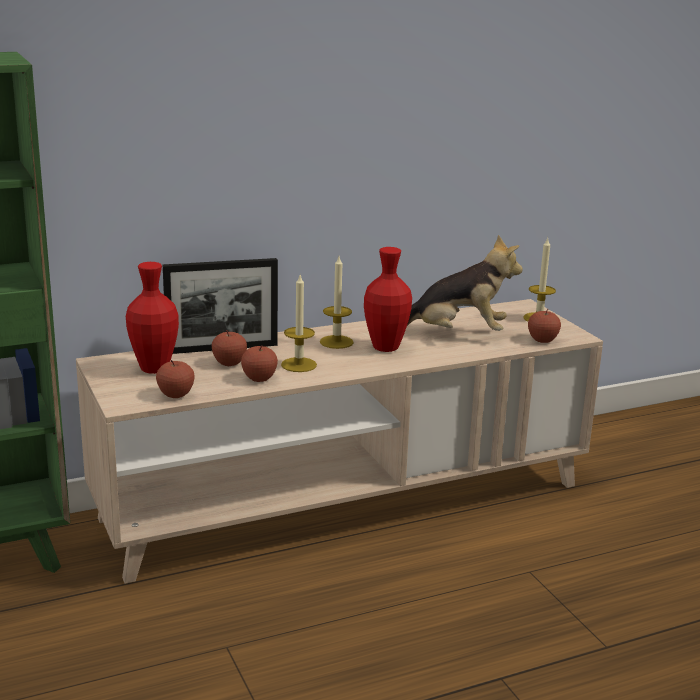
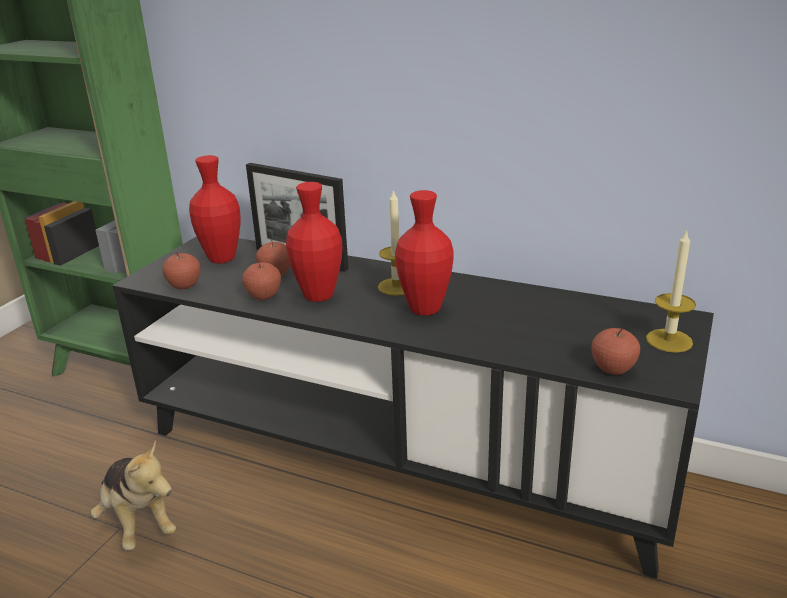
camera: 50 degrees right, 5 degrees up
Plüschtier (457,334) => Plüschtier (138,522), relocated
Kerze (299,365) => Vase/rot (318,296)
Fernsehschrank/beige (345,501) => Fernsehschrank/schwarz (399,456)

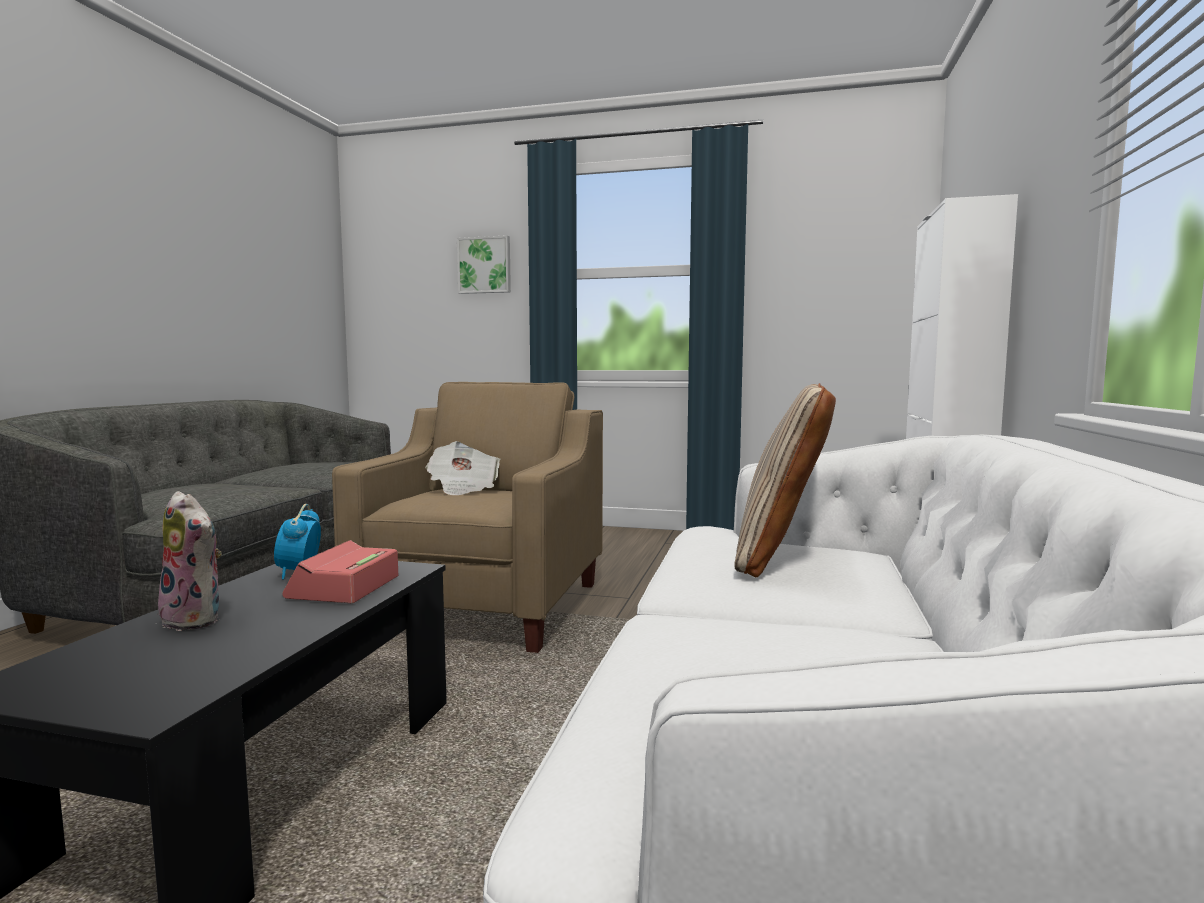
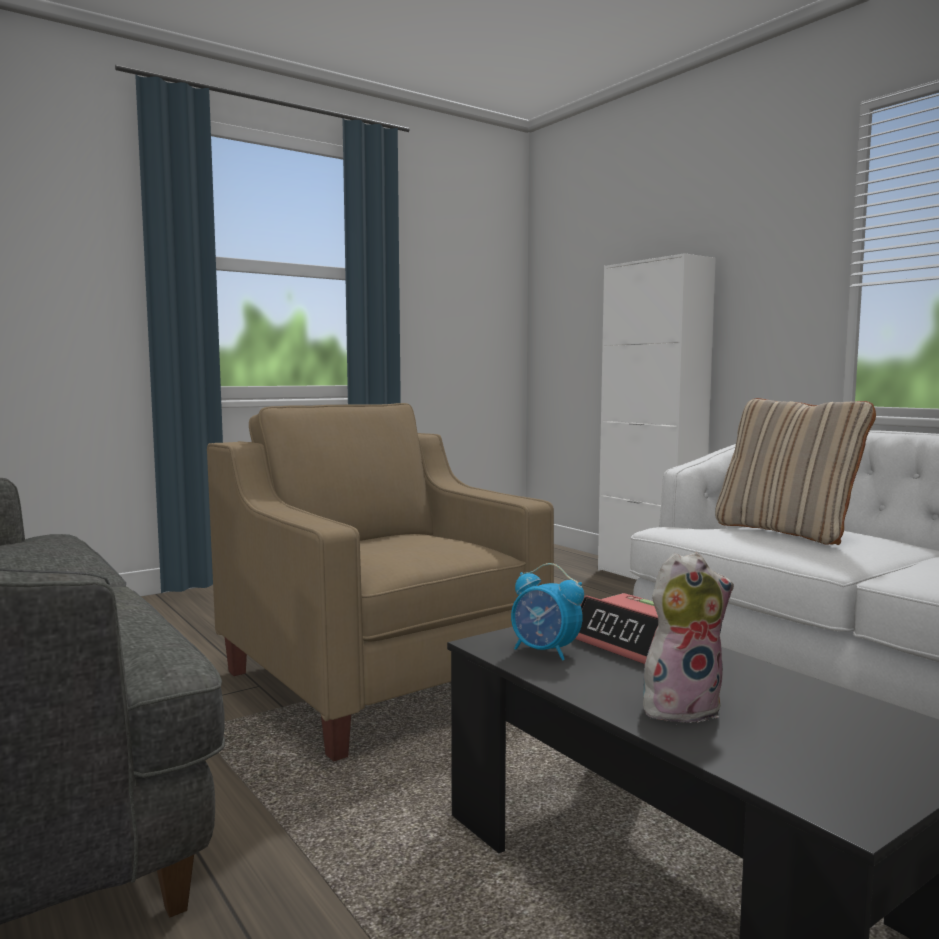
camera: 50 degrees left, 0 degrees up
Zeitung (463,488) => nothing
Bild (485,265) => nothing

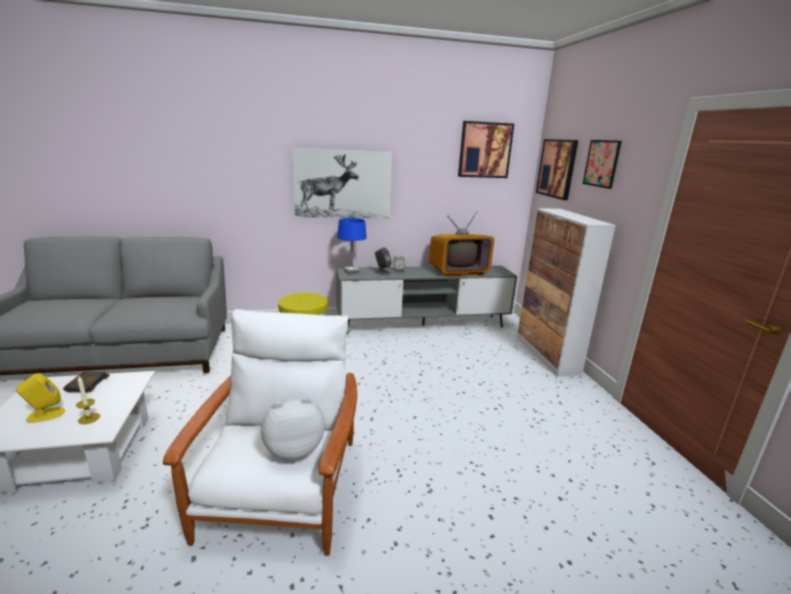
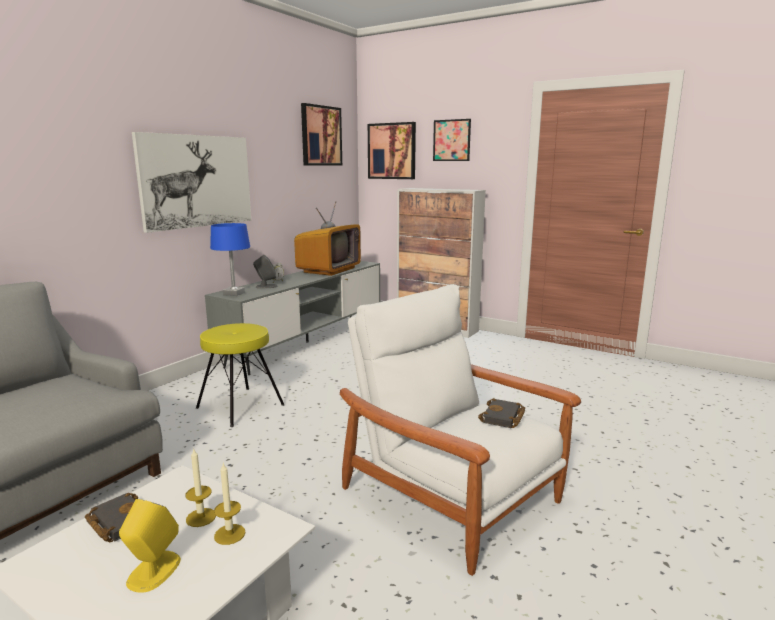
camera: 45 degrees left, 5 degrees down
nothing => Kerze (201,517)
Plüschtier (293,449) => Buch/schwarz (503,418)

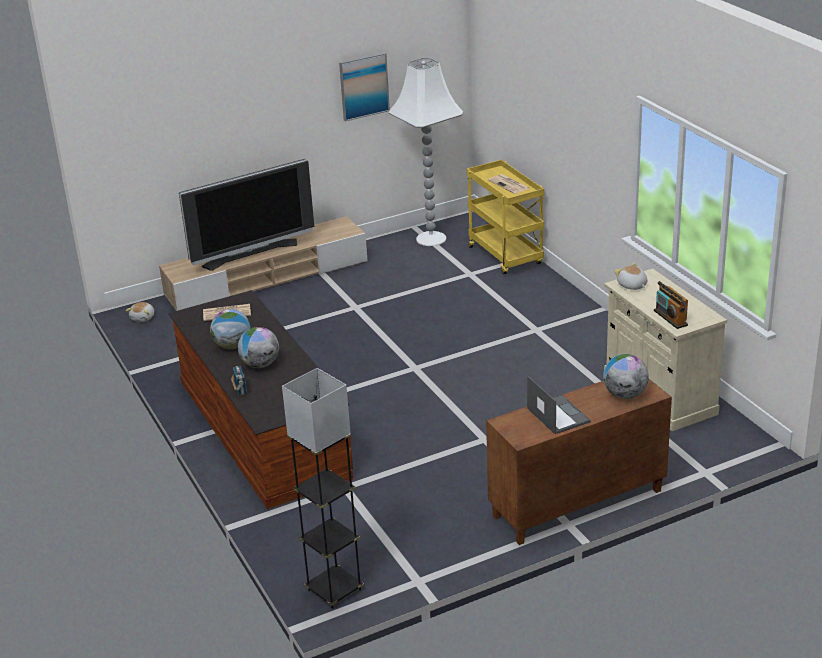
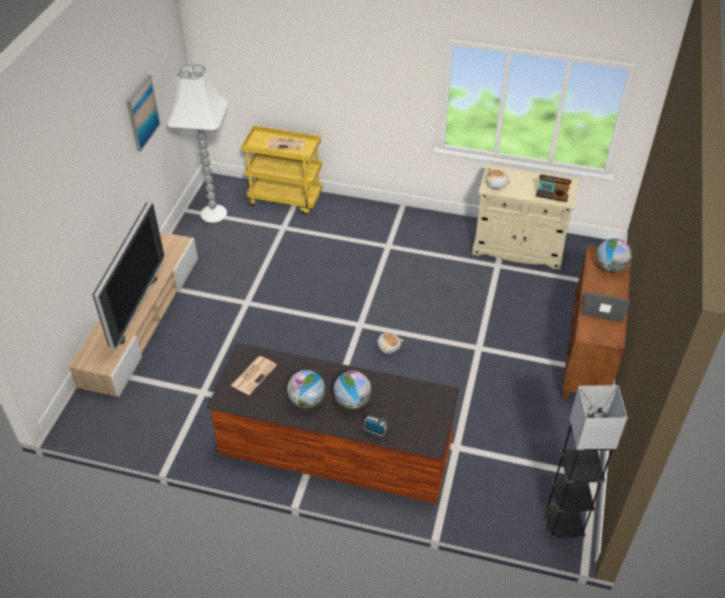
camera: 50 degrees left, 15 degrees up
Plüschtier (143,318) => Plüschtier (388,346), relocated

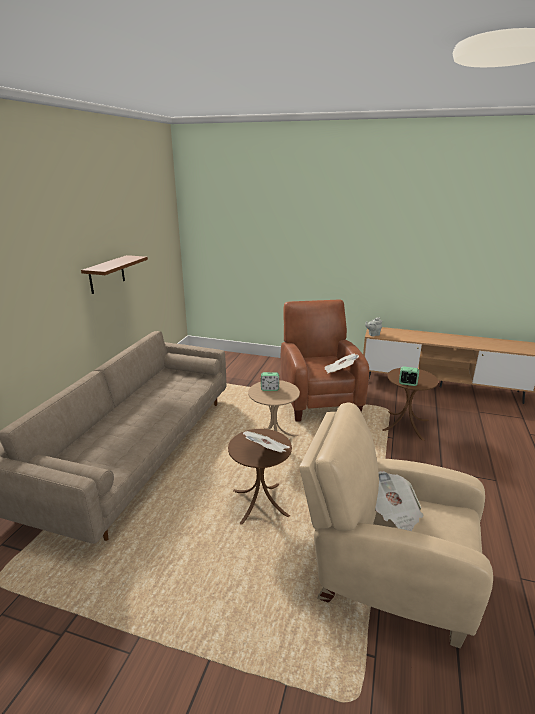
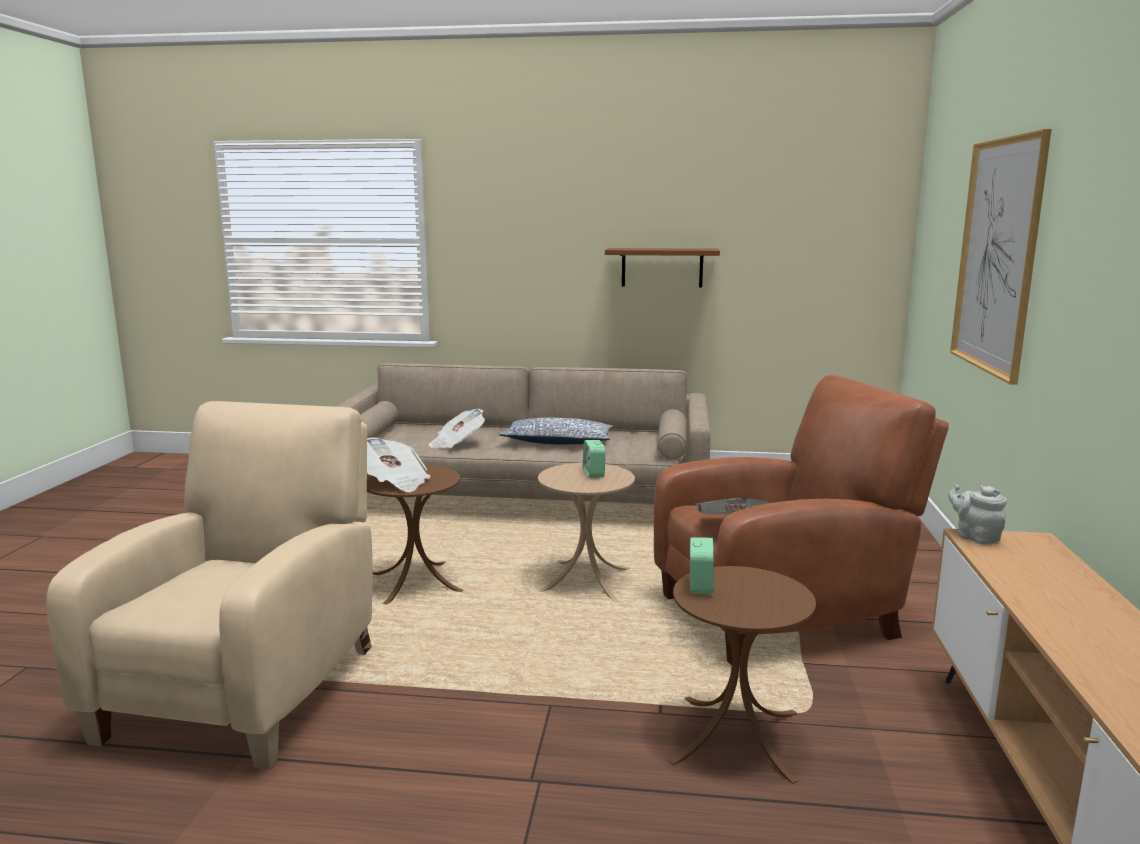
camera: 80 degrees right, 10 degrees down
nothing => Kissen (557,442)
nothing => Bild (997,256)
Zeitung (394,513) => Zeitung (457,443), relocated

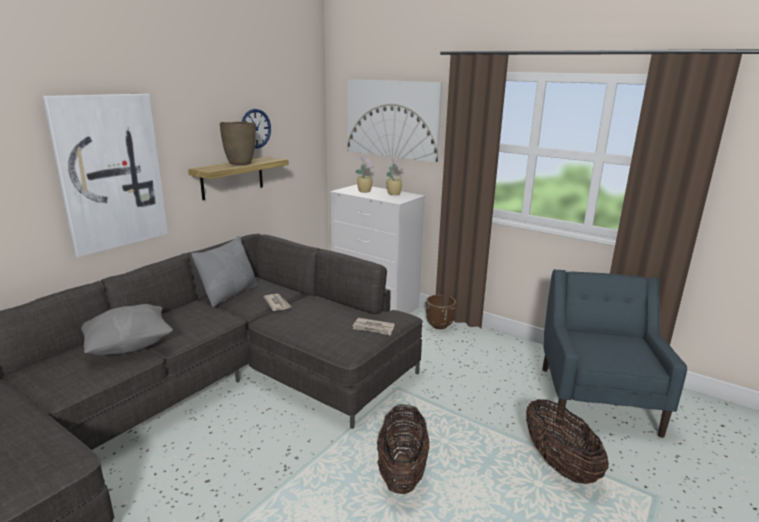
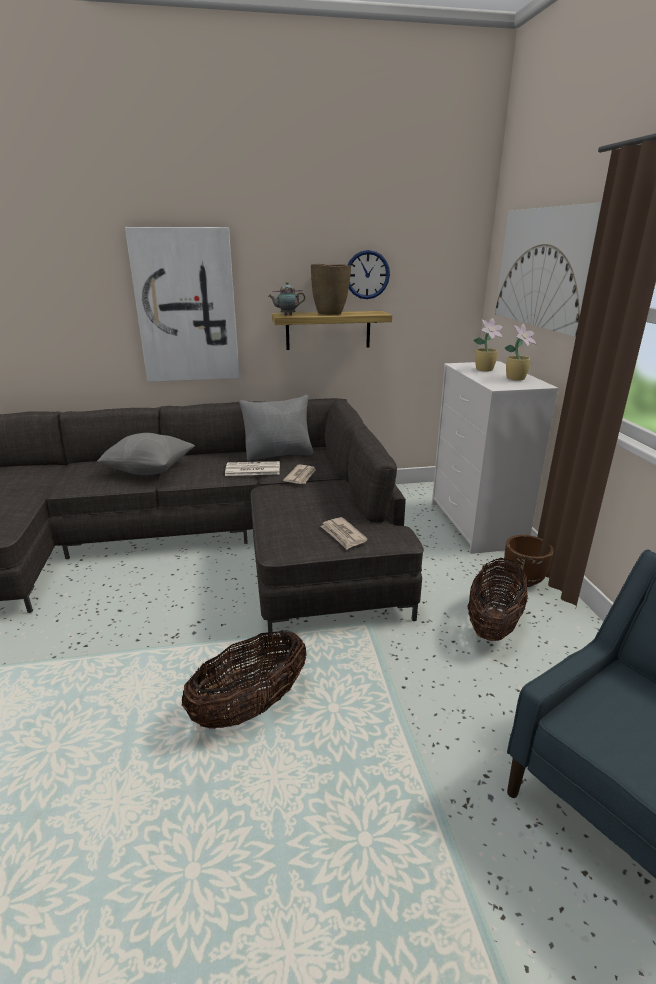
camera: 45 degrees right, 5 degrees up
nothing => Zeitung (252,469)
nothing => Teekanne (286,315)
Korb (559,464) => Korb (493,624), relocated

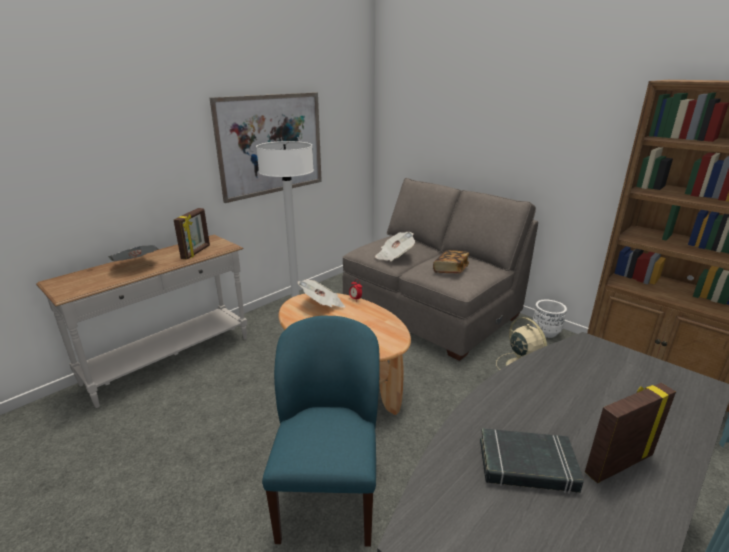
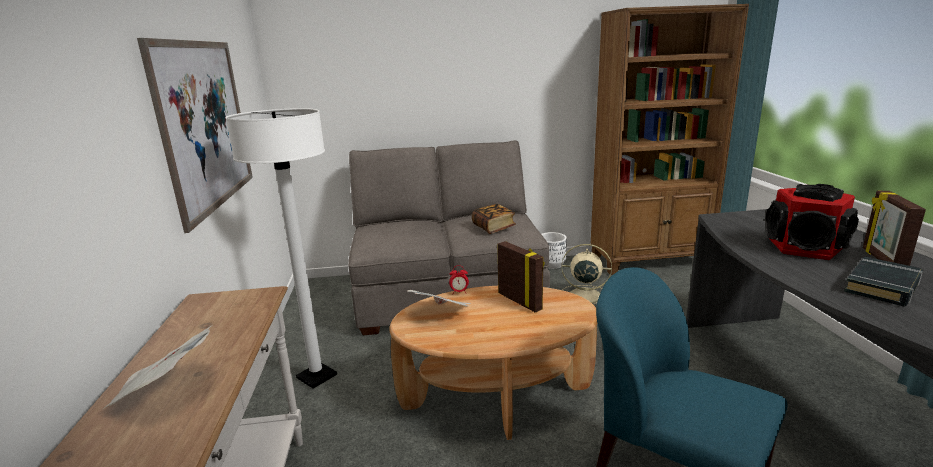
camera: 50 degrees left, 5 degrees down
Zeitung (394,256) => nothing
nothing => Lautsprecher (804,247)
Bilderrahmen (196,252) => Bilderrahmen (520,301), relocated

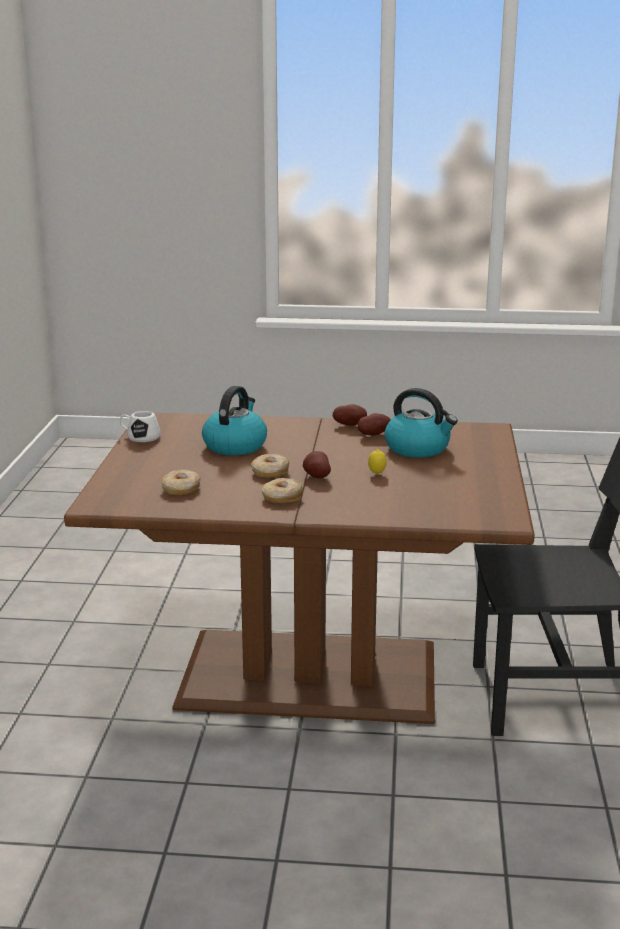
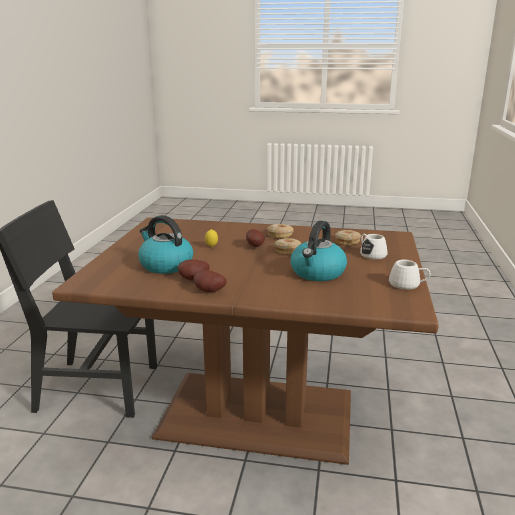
camera: 175 degrees left, 0 degrees up
nothing => Henkelbecher/weiß (371,254)

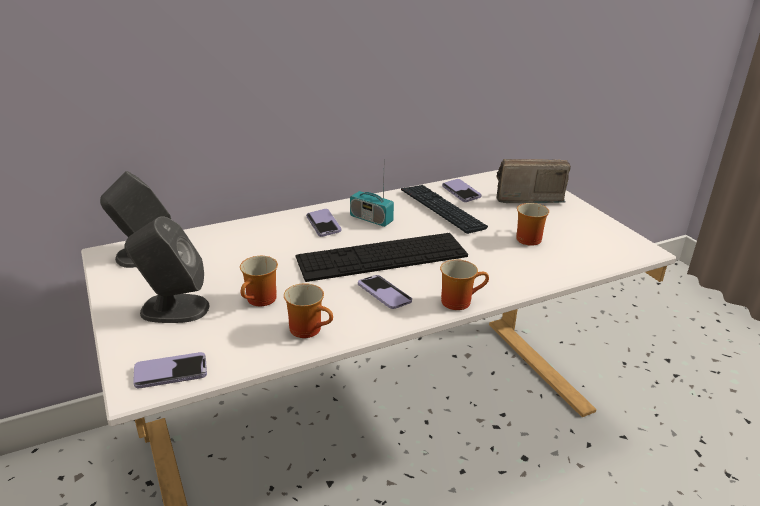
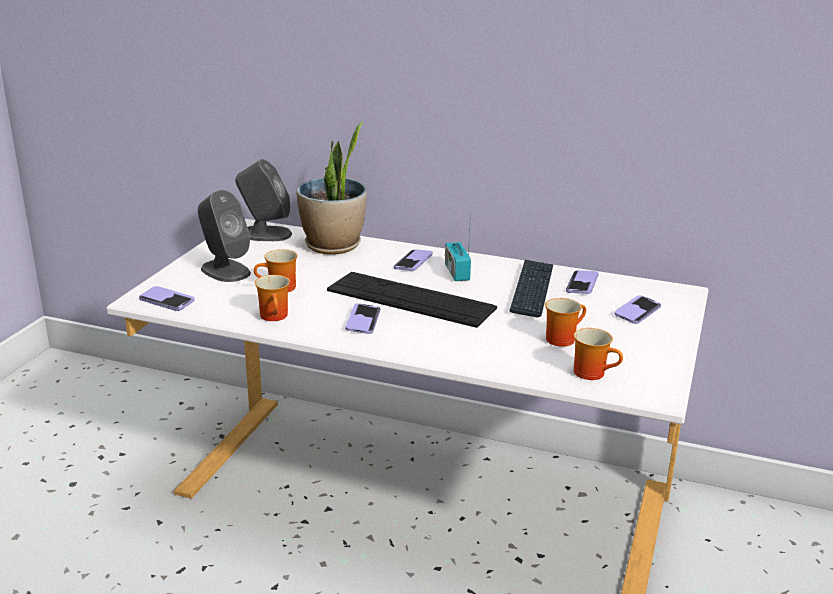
camera: 45 degrees right, 5 degrees down
nothing => Topfpflanze (333,246)
Henkelbecher (459,300) => Henkelbecher (593,372), relocated
Radio (525,197) => Handy (637,311)

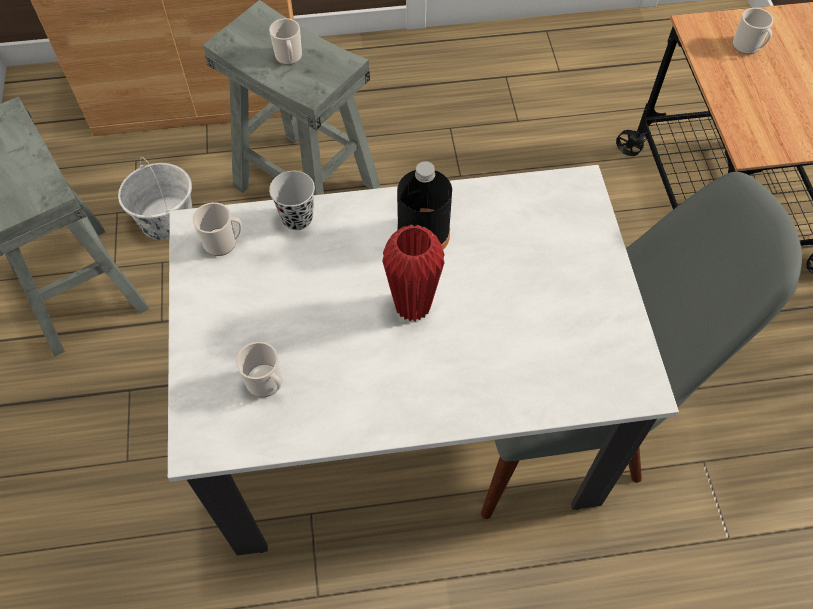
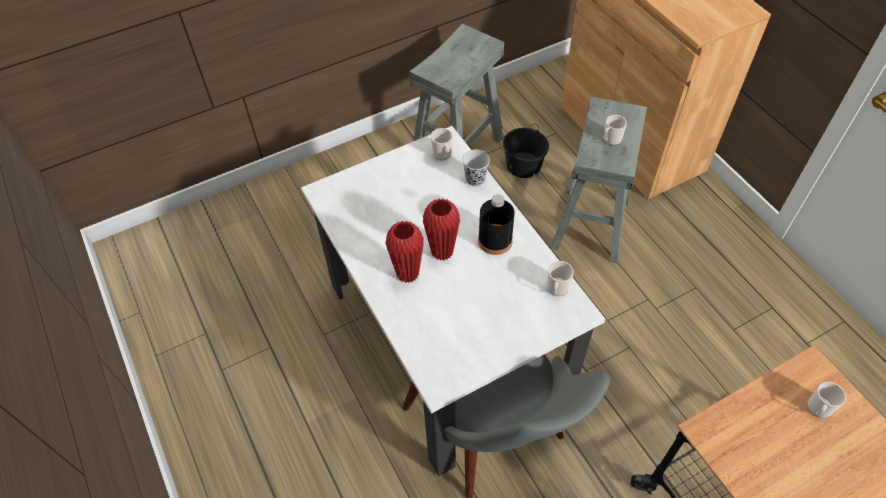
camera: 70 degrees right, 5 degrees down
nothing => Vase/rot (407,274)
Henkelbecher (267,384) => Henkelbecher (556,289), relocated
Eimer/weiß (166,219) => Eimer/schwarz (523,165)

